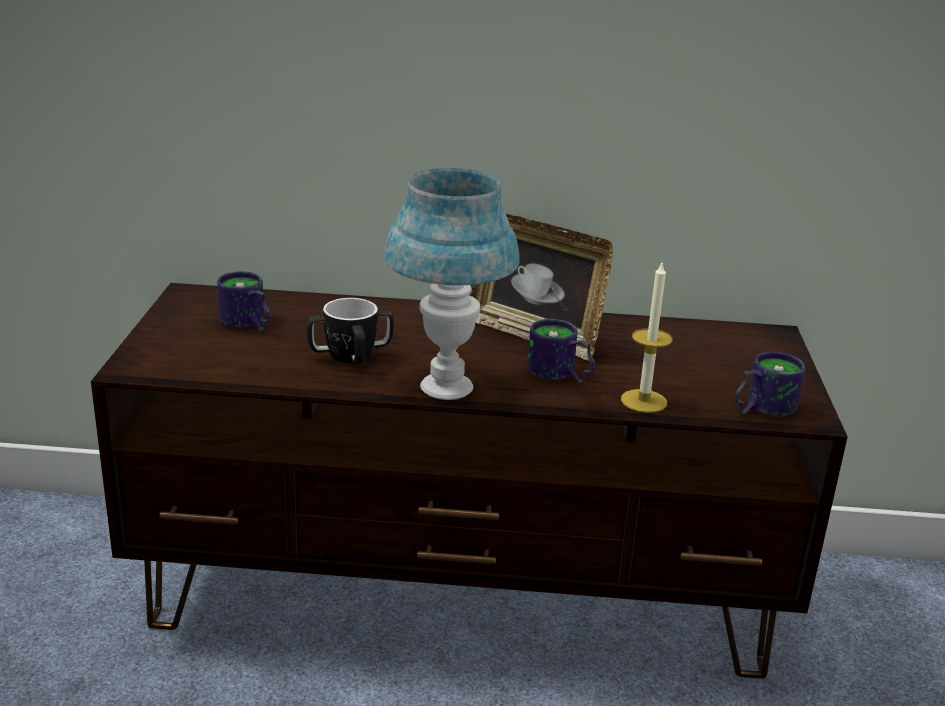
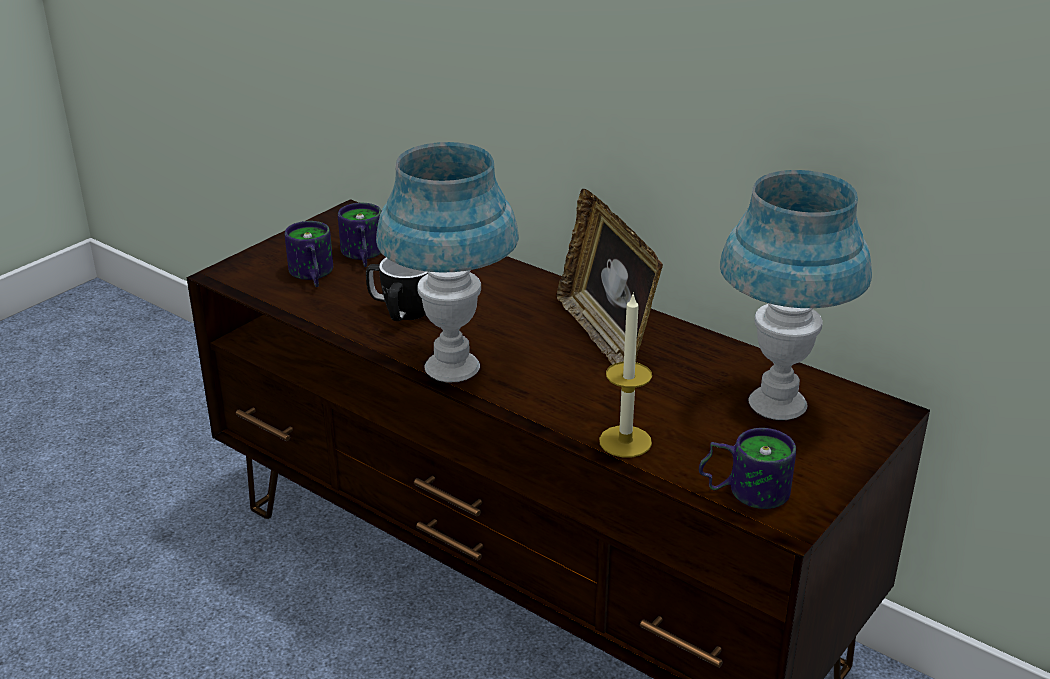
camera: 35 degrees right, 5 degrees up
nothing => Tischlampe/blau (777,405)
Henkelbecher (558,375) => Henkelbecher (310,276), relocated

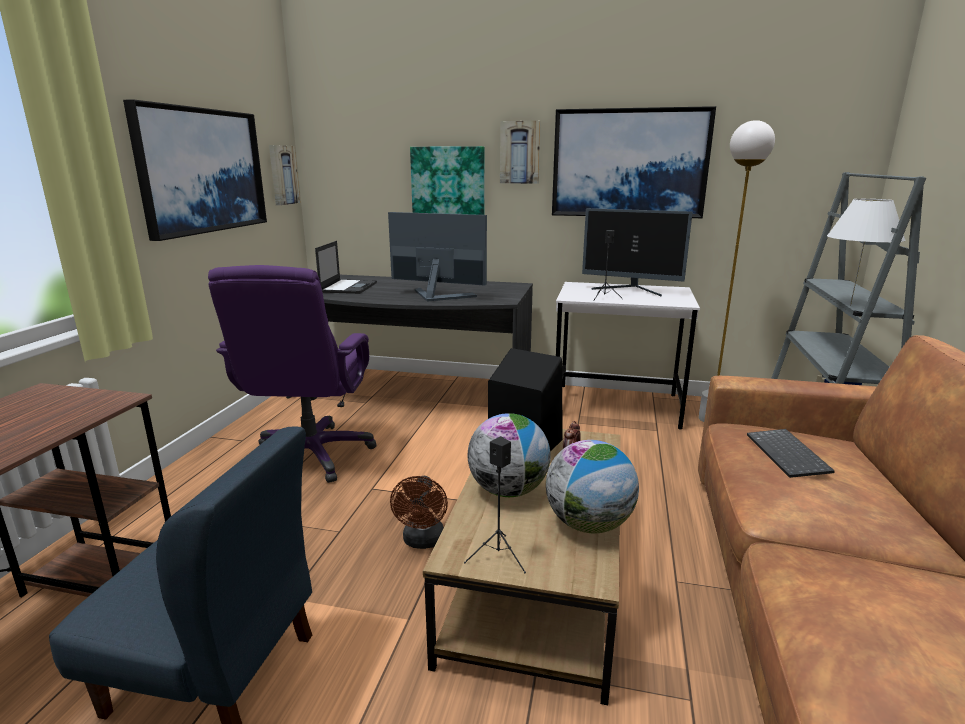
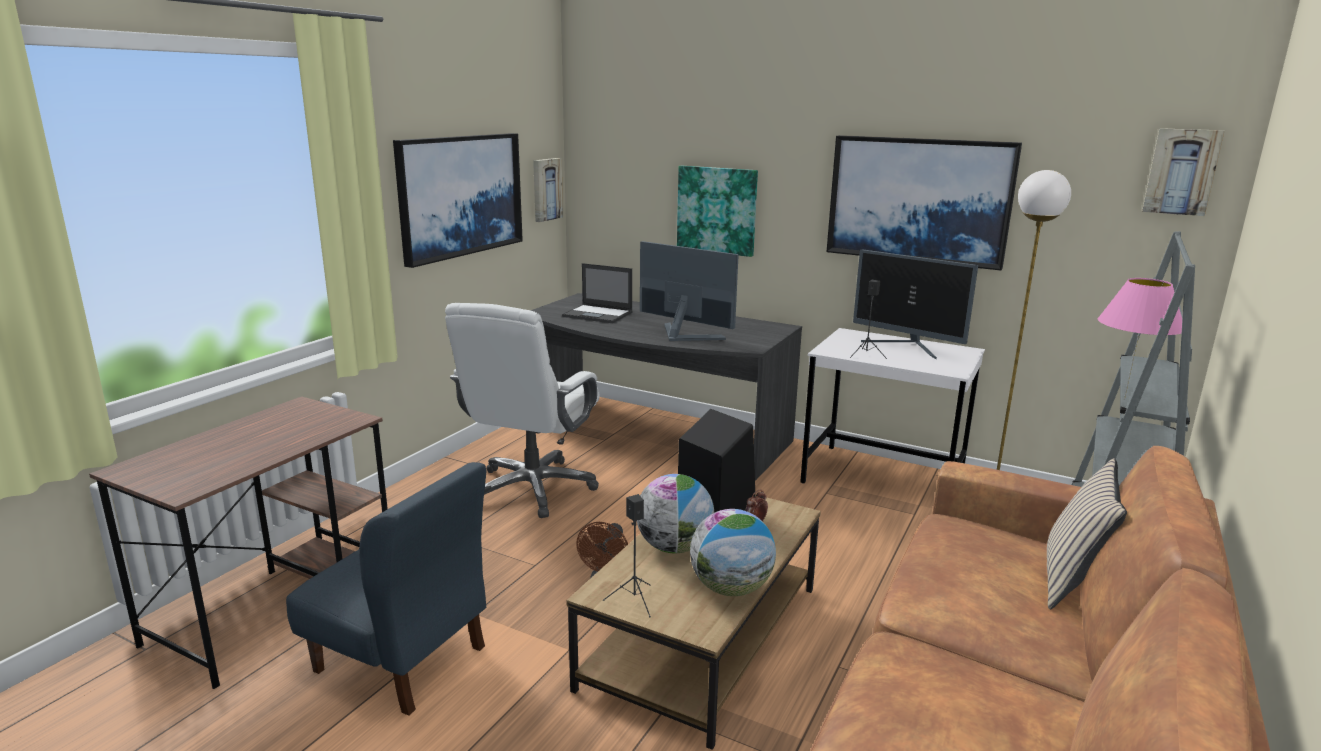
camera: 15 degrees right, 0 degrees up
Tastatur (789,455) => nothing
nothing => Kissen/beige (1072,580)
Bild (520,152) => Bild (1181,171), relocated
Bürostuhl/lila (311,455) => Bürostuhl/weiß (532,489)
Tischlampe/weiß (850,305) => Tischlampe/rosa (1124,399)
Laptop (348,287) => Laptop (598,314), 90 degrees clockwise

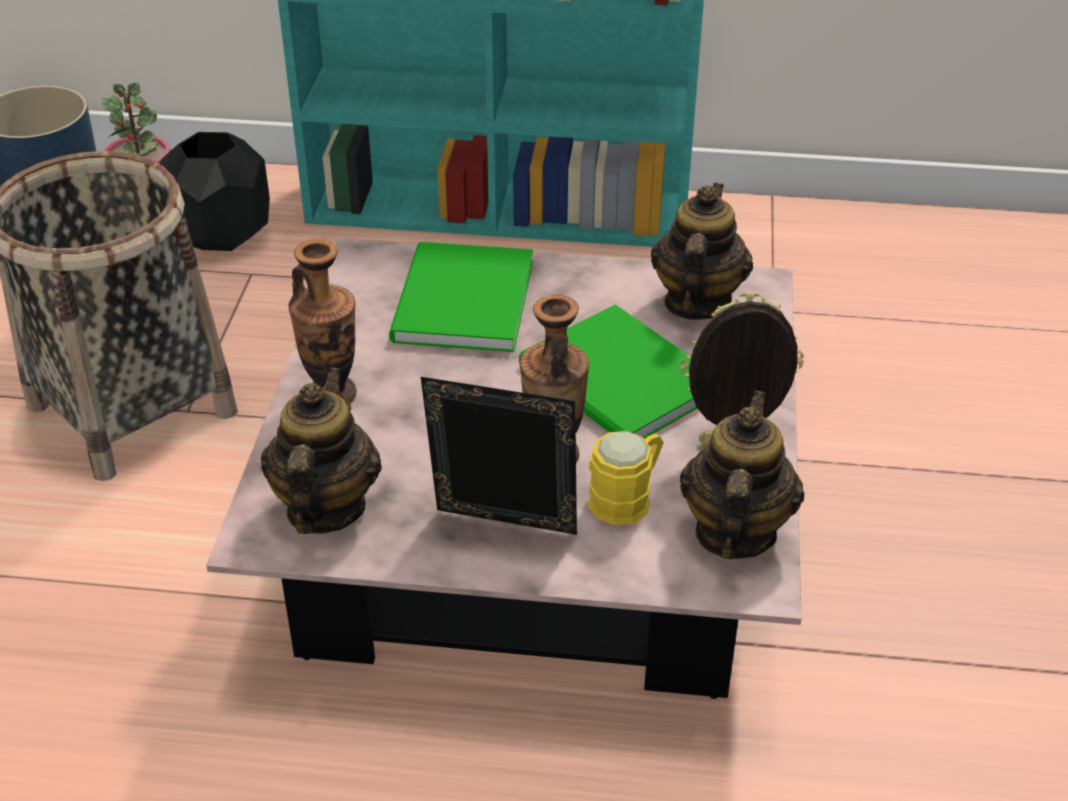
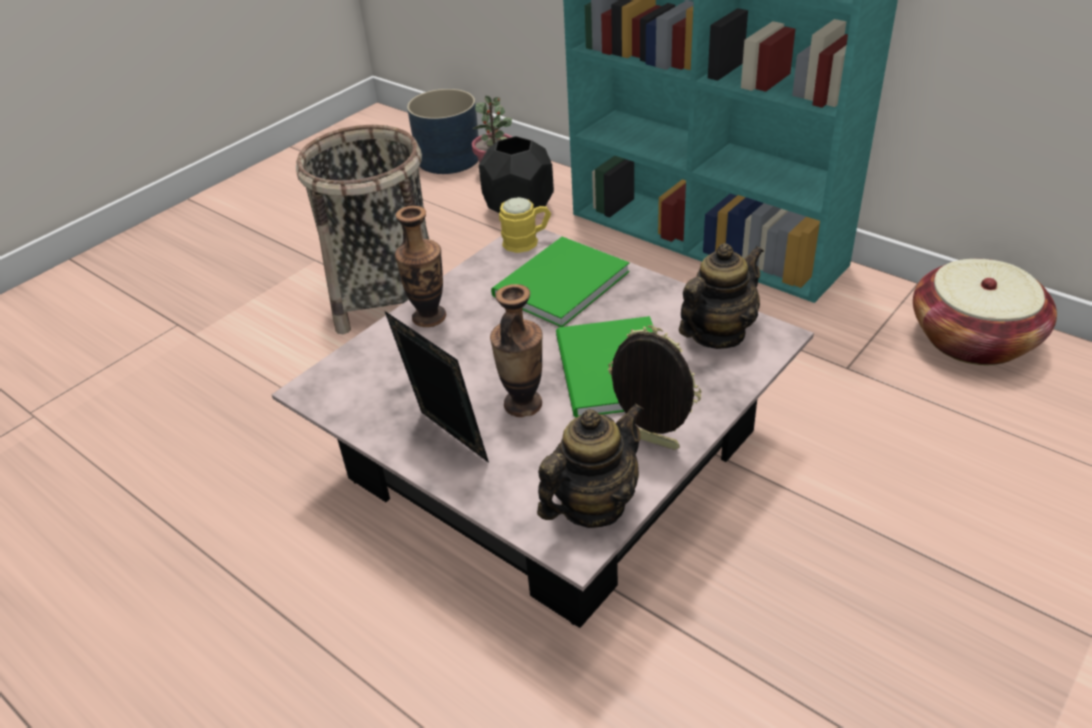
camera: 35 degrees right, 0 degrees up
Teekanne (325,508) => nothing
nothing => Korb (973,338)
Henkelbecher/gelb (628,497) => Henkelbecher/gelb (527,241), relocated

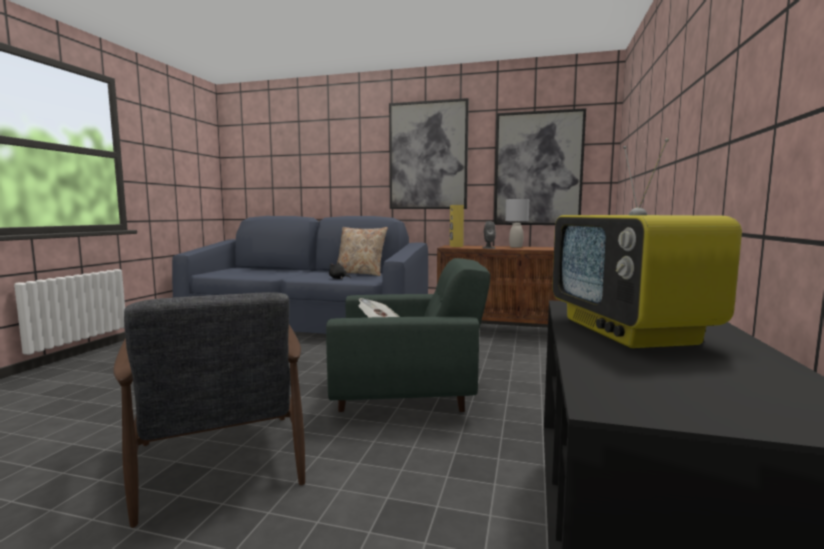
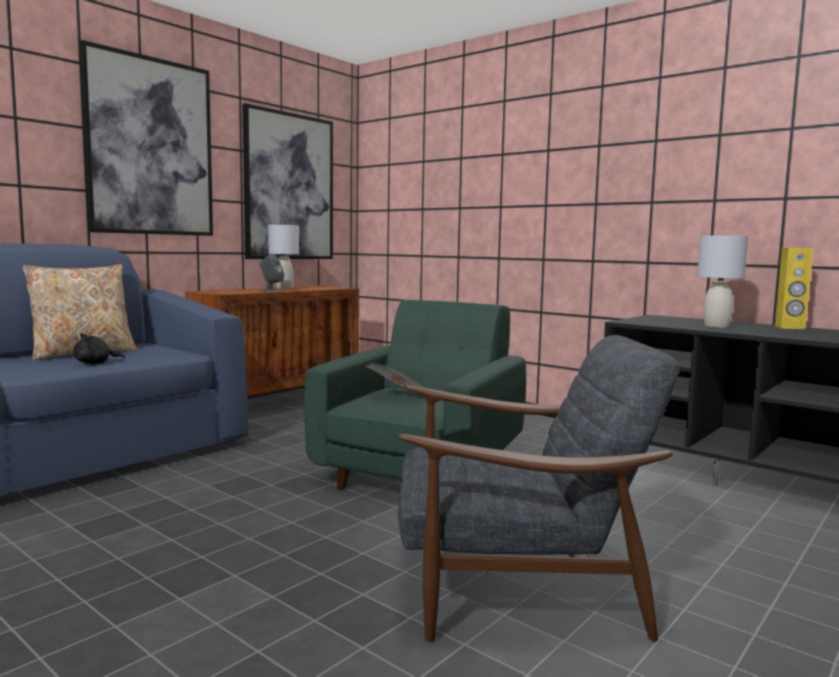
camera: 65 degrees left, 0 degrees up
Lautsprecher/gelb (456,246) => Lautsprecher/gelb (789,327), relocated
Fernseher (630,331) => Tischlampe/grau (716,326)

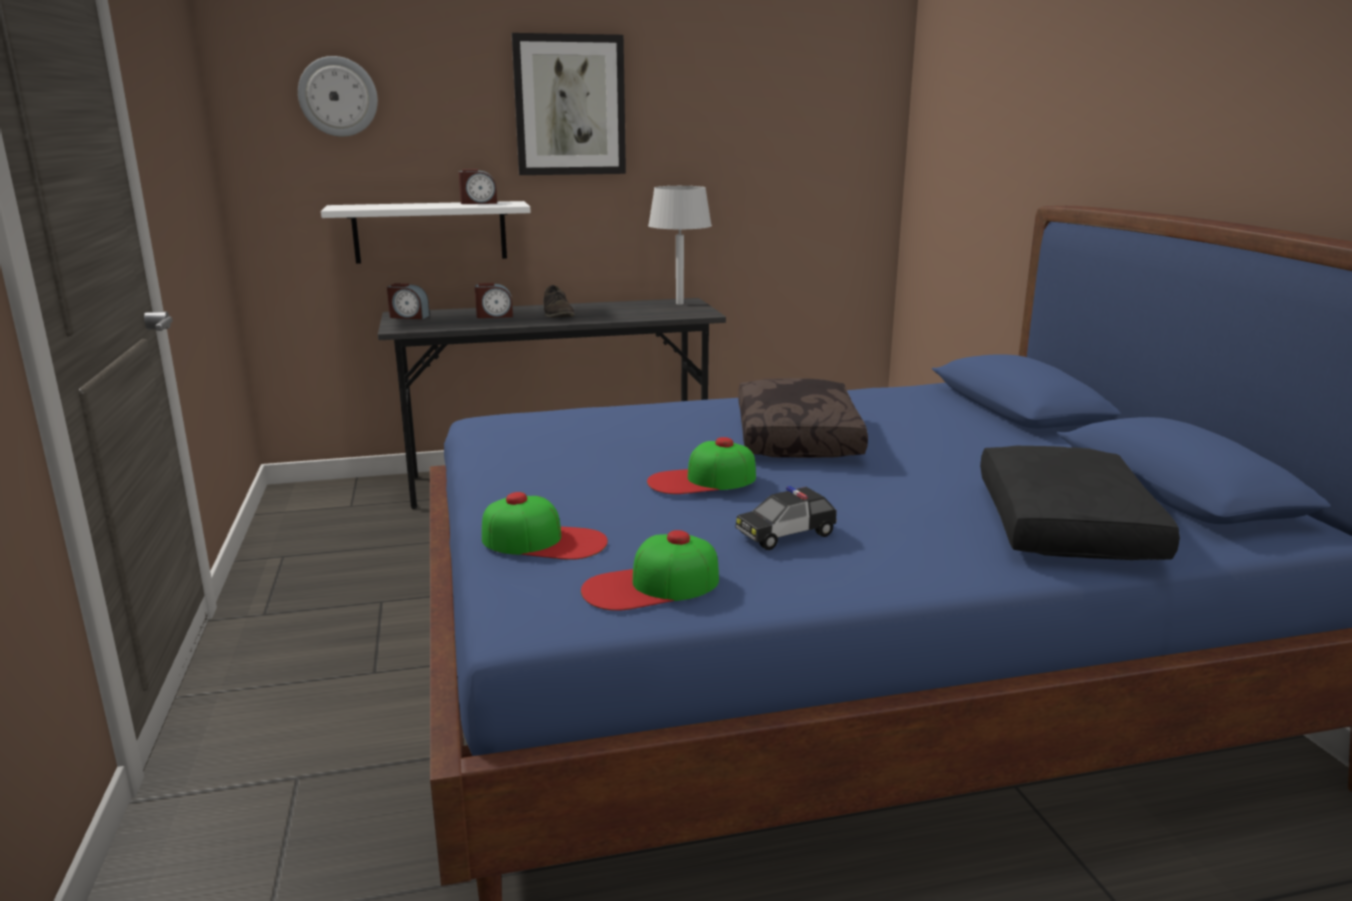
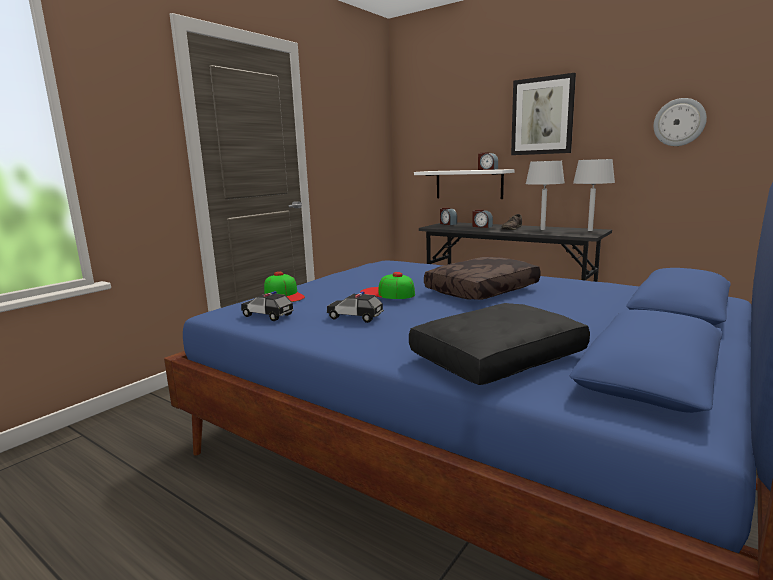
camera: 50 degrees right, 5 degrees down
nothing => Tischlampe/grau (542,229)
Wanduhr (338,96) => Wanduhr (679,122), relocated
Kappe (651,586) => Spielzeugauto (268,315)

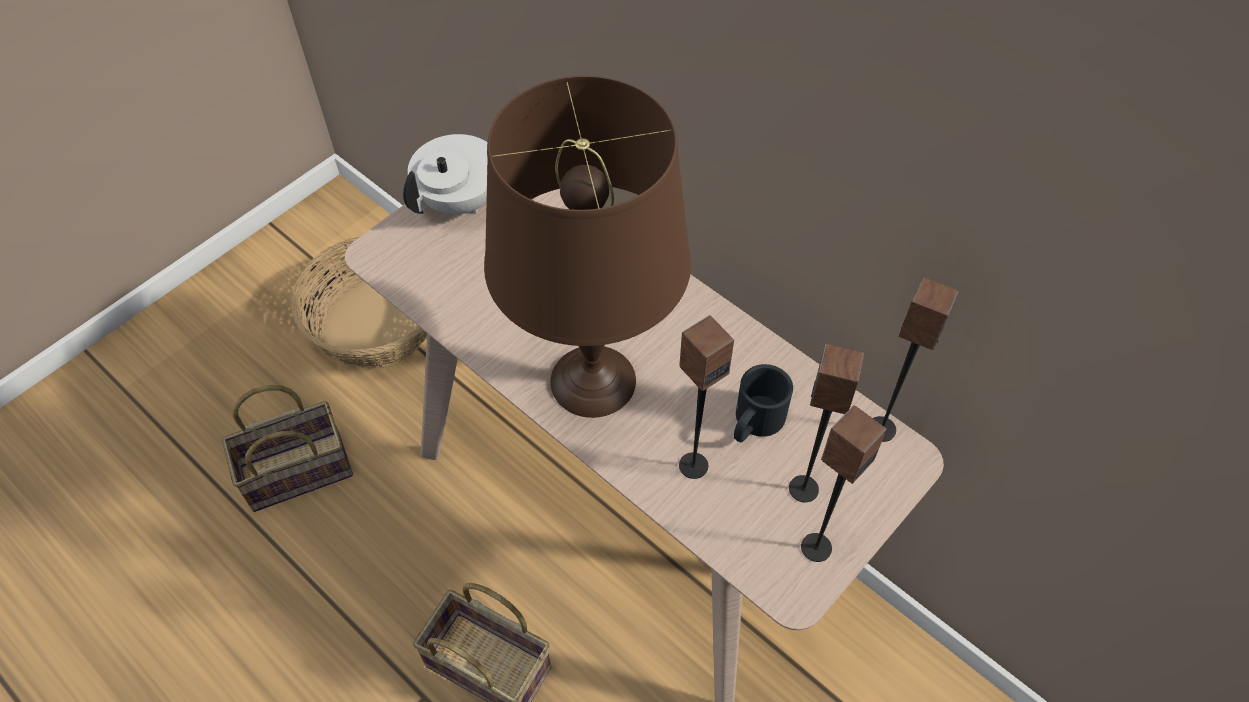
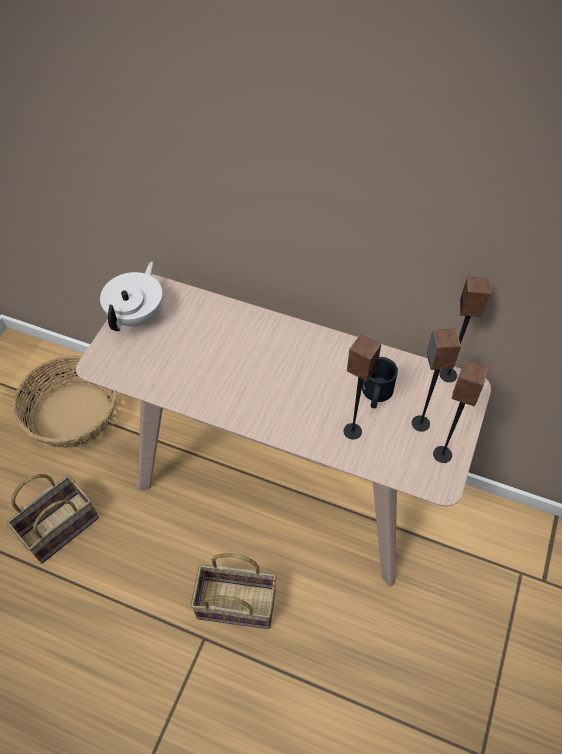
camera: 20 degrees left, 0 degrees up
Tischlampe/braun (594,380) => nothing

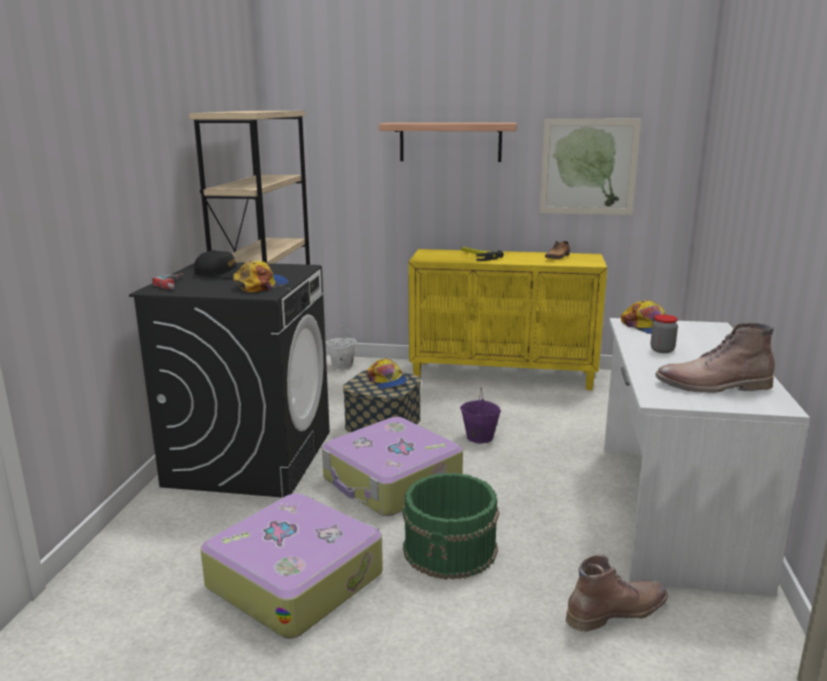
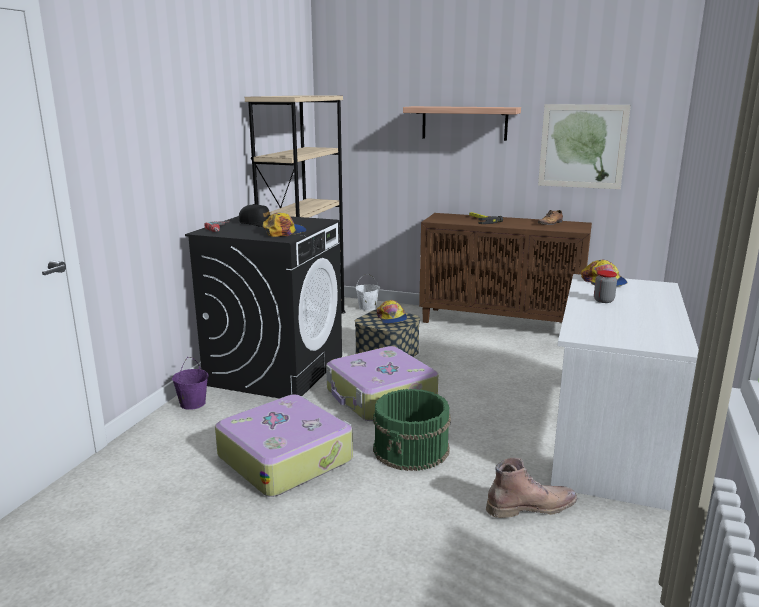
camera: 10 degrees right, 0 degrees up
Stiefel/braun (712,386) => nothing
Eimer/lila (479,437) => Eimer/lila (192,403), relocated
Schrank/gelb (503,375) => Schrank/braun (500,323)

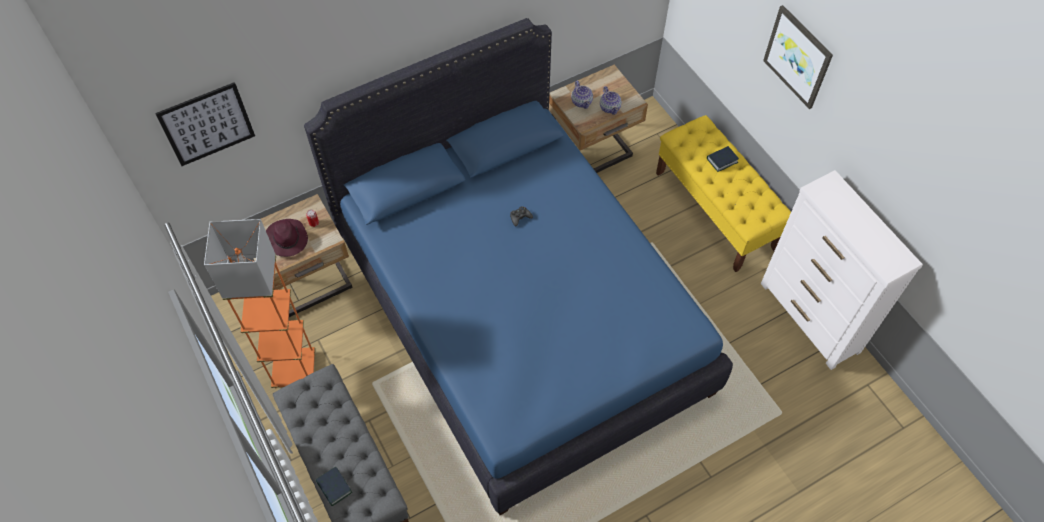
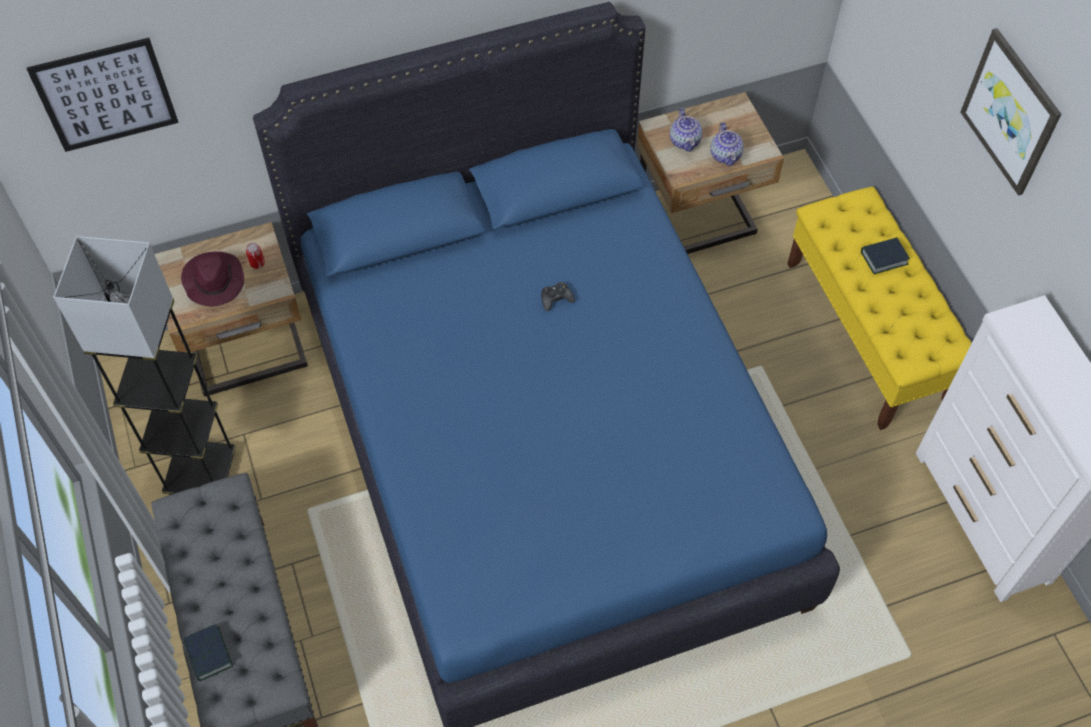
camera: 10 degrees right, 0 degrees up
Stehlampe/orange (294,370) => Stehlampe/grau (201,473)

